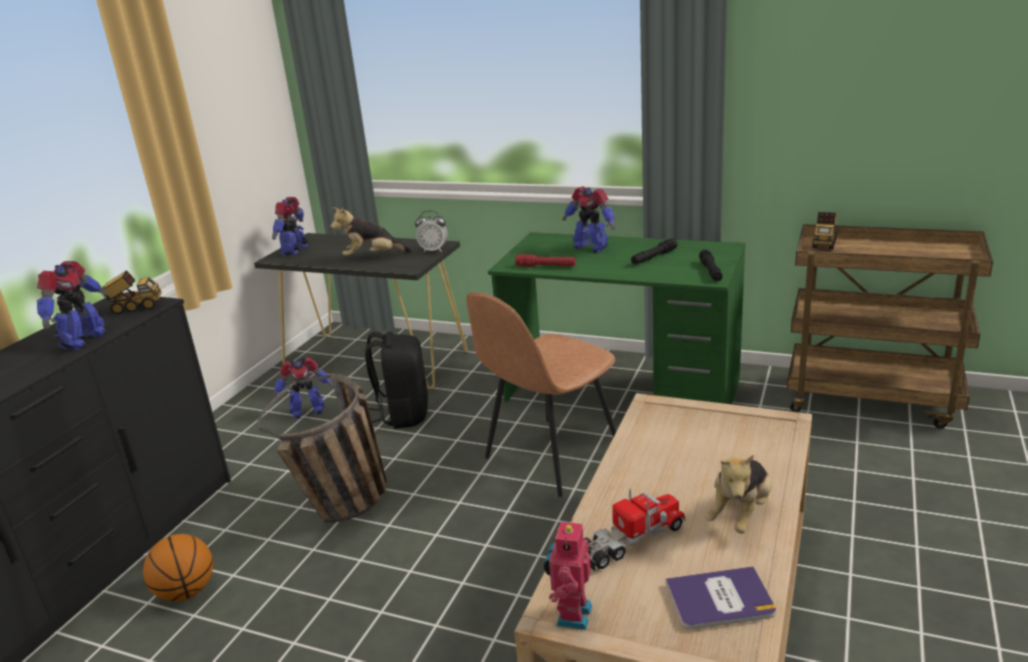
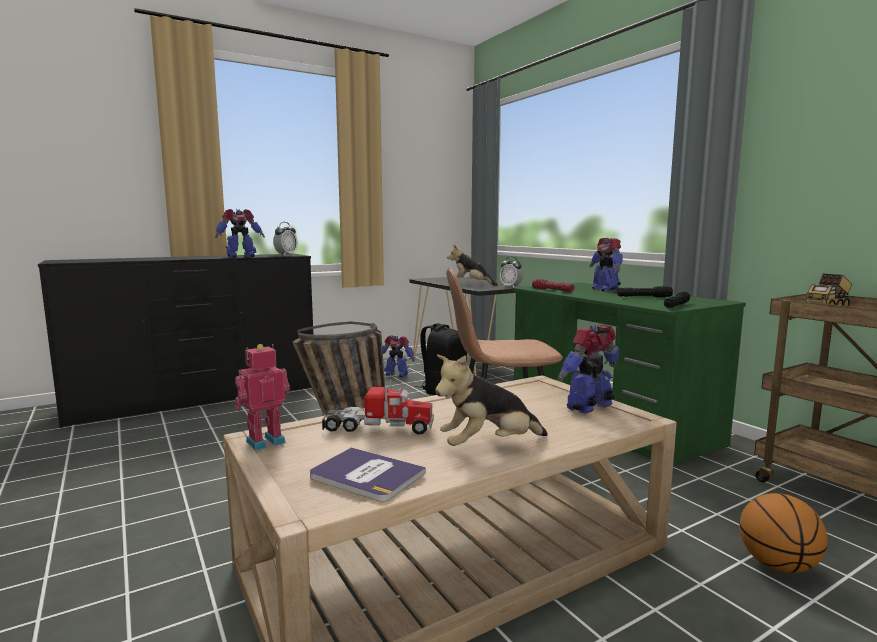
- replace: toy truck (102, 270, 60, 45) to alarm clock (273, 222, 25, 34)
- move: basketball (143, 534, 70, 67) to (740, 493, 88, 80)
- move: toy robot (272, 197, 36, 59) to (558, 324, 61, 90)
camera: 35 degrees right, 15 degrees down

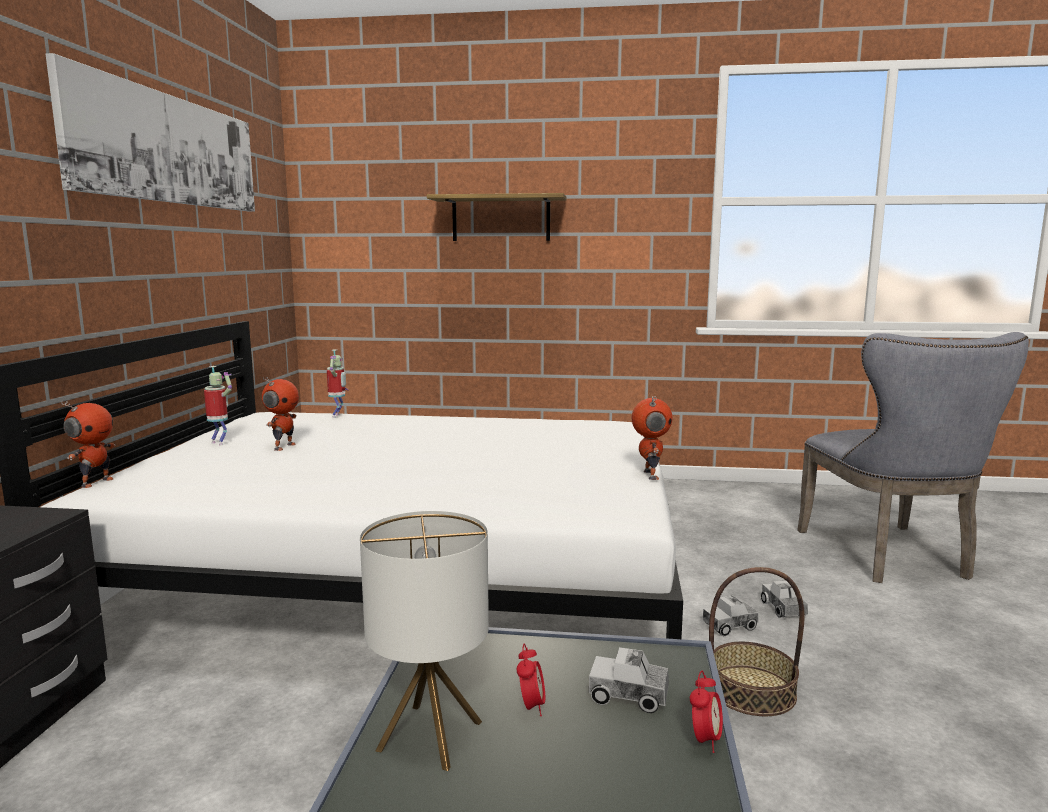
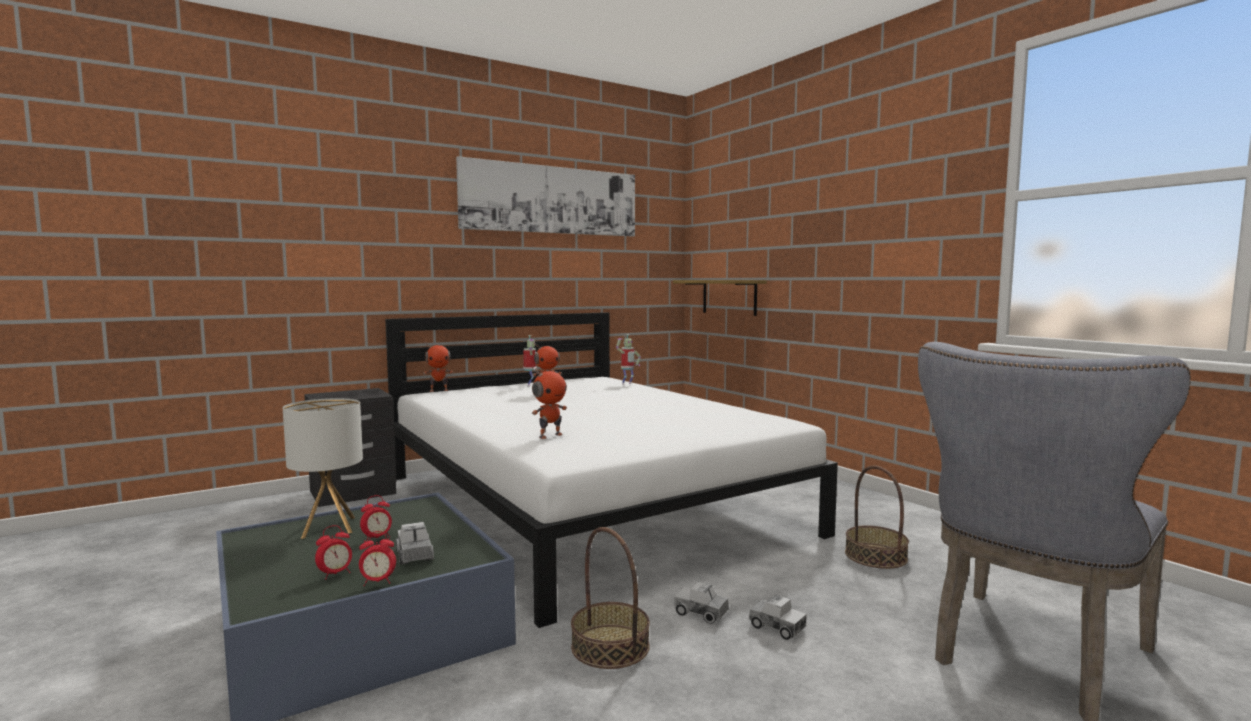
- move: shelf (427, 193, 139, 48) to (673, 280, 94, 36)
- move: toy robot (631, 396, 42, 84) to (532, 368, 35, 71)
- rotate: toy truck (761, 580, 47, 38) = (749, 595, 58, 45) 90 degrees clockwise
- insert: alarm clock (315, 525, 37, 54)
- insert: basket (845, 466, 64, 103)
camera: 50 degrees right, 5 degrees down

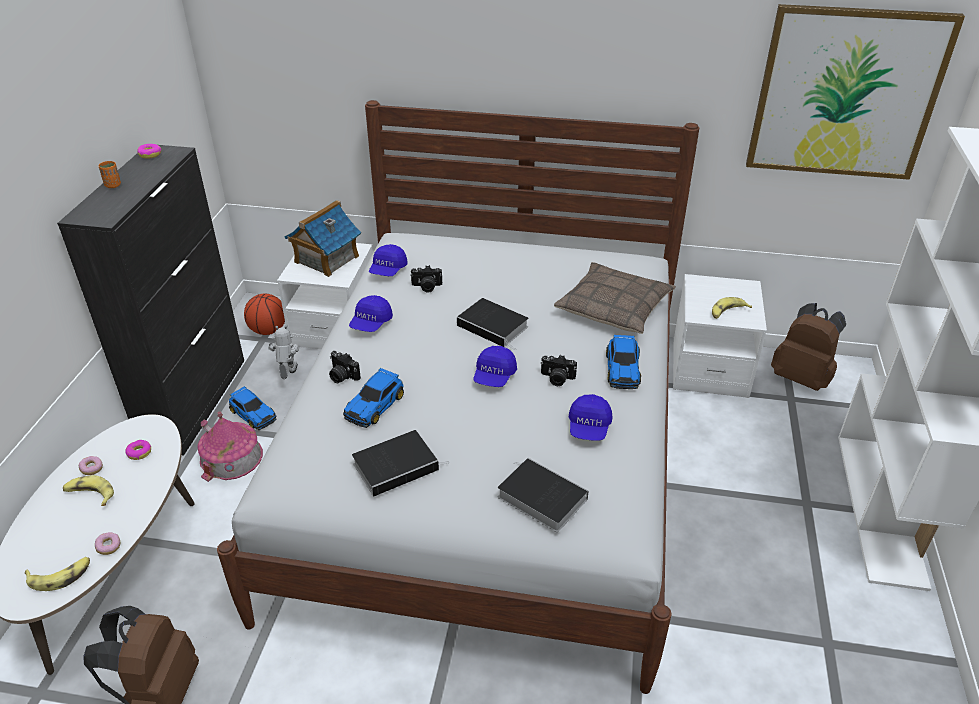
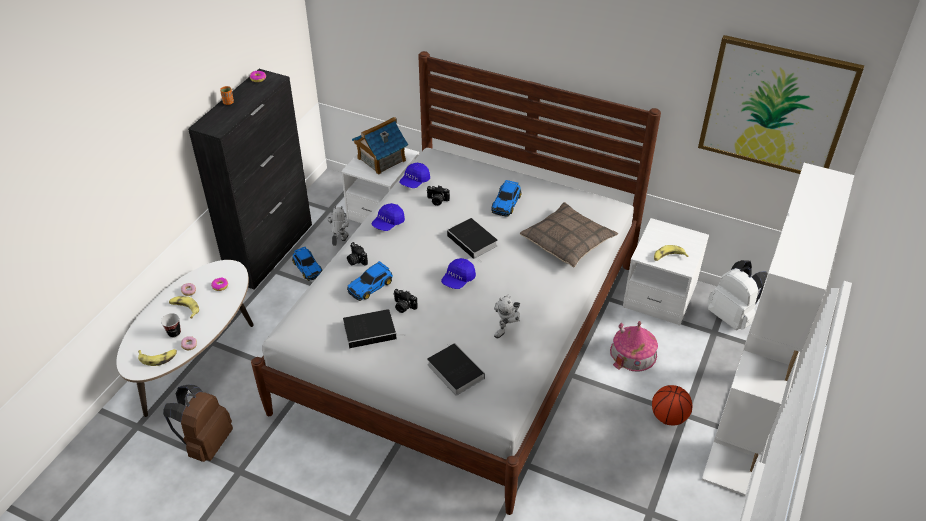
- move: toy house (197, 411, 66, 71) to (610, 321, 48, 51)
- move: basketball (244, 294, 41, 41) to (652, 385, 40, 40)
- move: photo camera (540, 355, 37, 31) to (393, 289, 25, 24)
- replace: cap/blue (569, 394, 44, 47) to toy robot (494, 294, 26, 44)
- move: toy car (606, 335, 35, 54) to (491, 180, 31, 37)
- recolor: backpack/brown (771, 303, 75, 88) to backpack/white (707, 260, 61, 70)
- insert: cup (161, 313, 20, 25)
camera: 15 degrees right, 5 degrees up

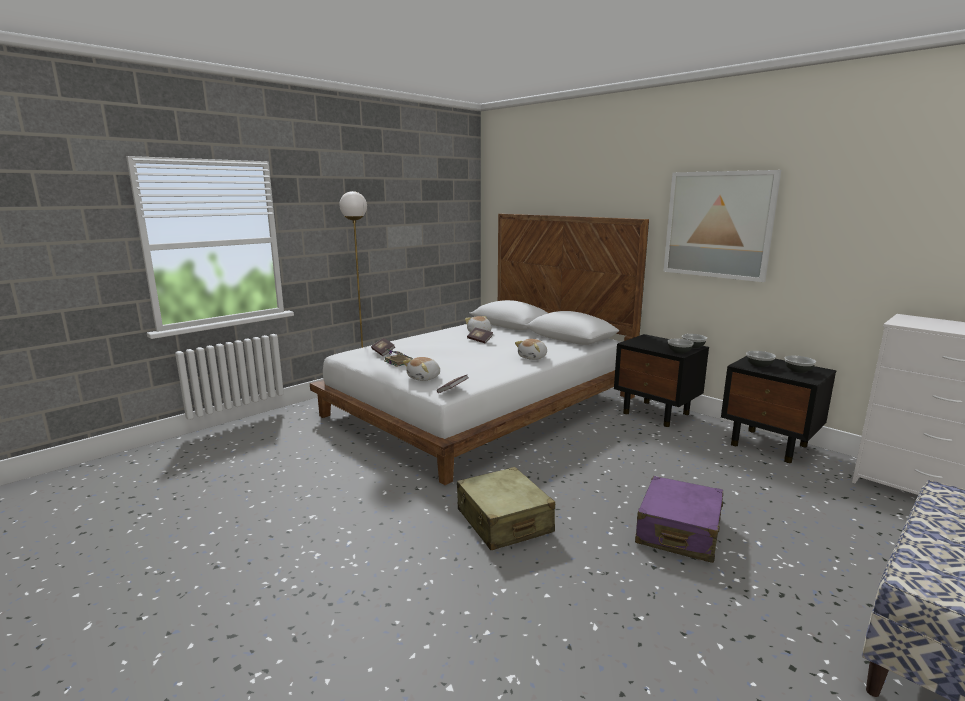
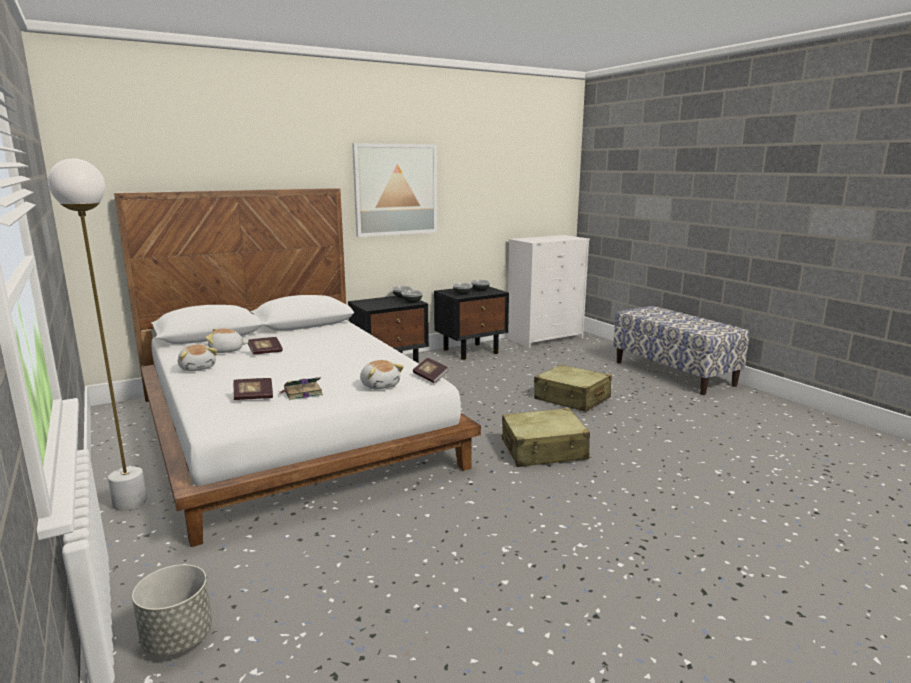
- move: plush toy (515, 339, 32, 21) to (178, 344, 39, 27)
- recolor: suitcase/purple (635, 476, 88, 87) to suitcase/beige (534, 364, 78, 48)
- insert: planter/grey (132, 564, 80, 92)
camera: 75 degrees left, 0 degrees up

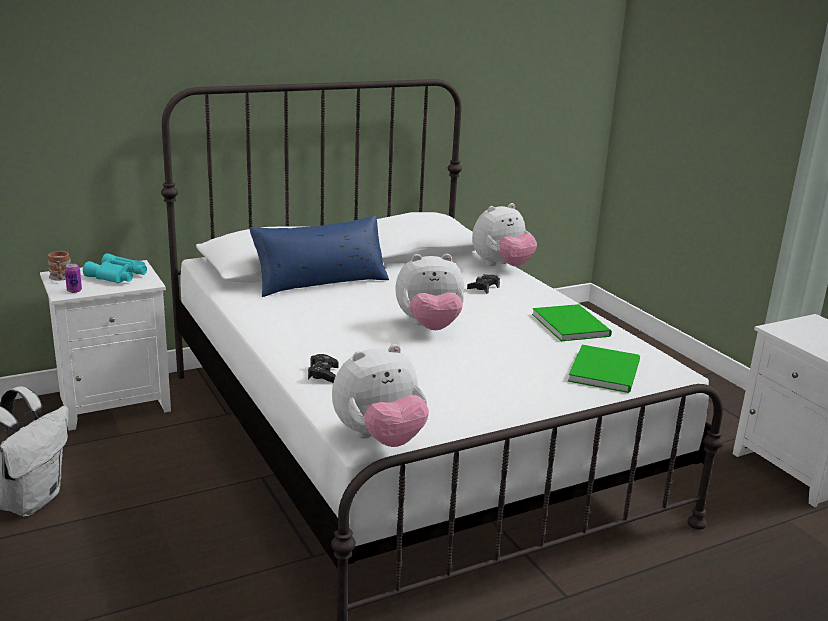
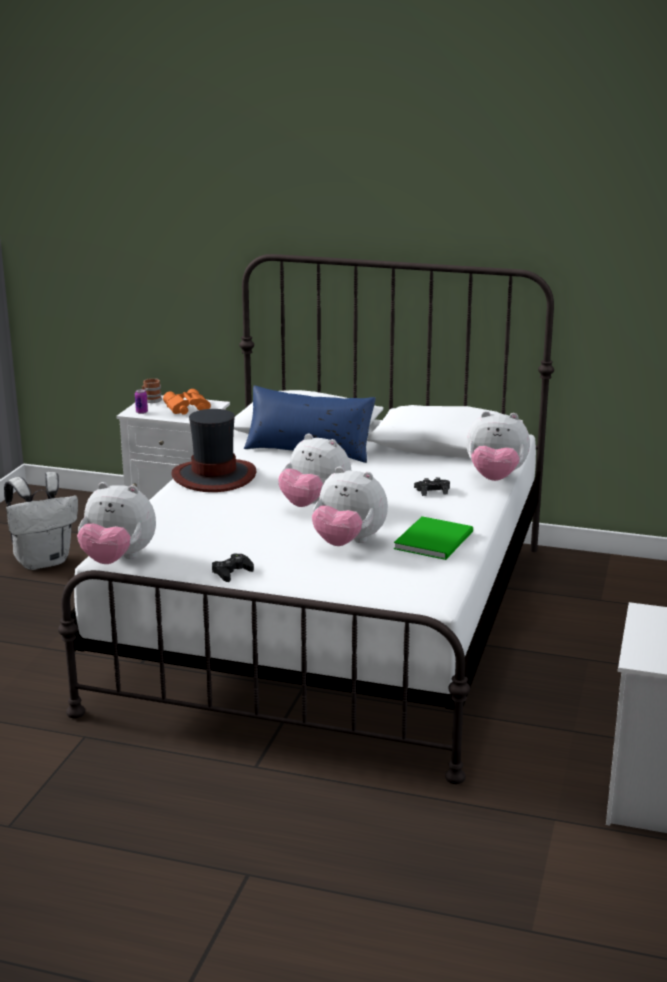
- recolor: binoculars/turquoise (83, 253, 64, 30) to binoculars/orange (163, 389, 48, 26)
- move: game controller/black (308, 354, 30, 29) to (212, 553, 42, 29)
- delete: book/green (568, 345, 72, 48)
- insert: hat (172, 409, 85, 83)
- insert: plush toy (312, 467, 76, 79)
camera: 45 degrees right, 0 degrees up

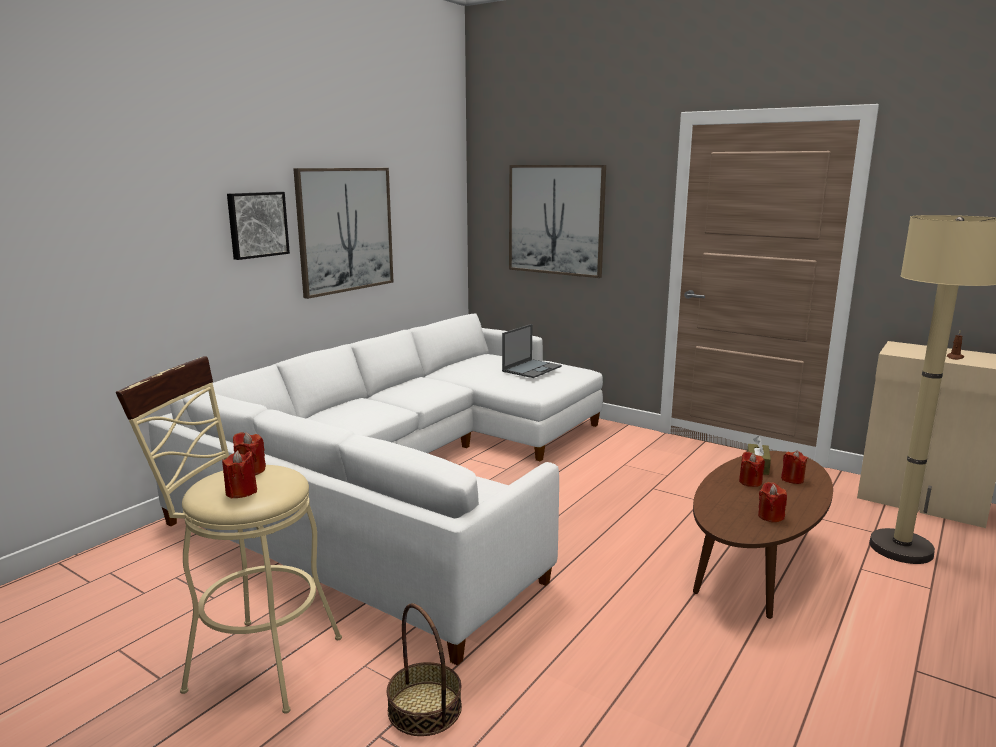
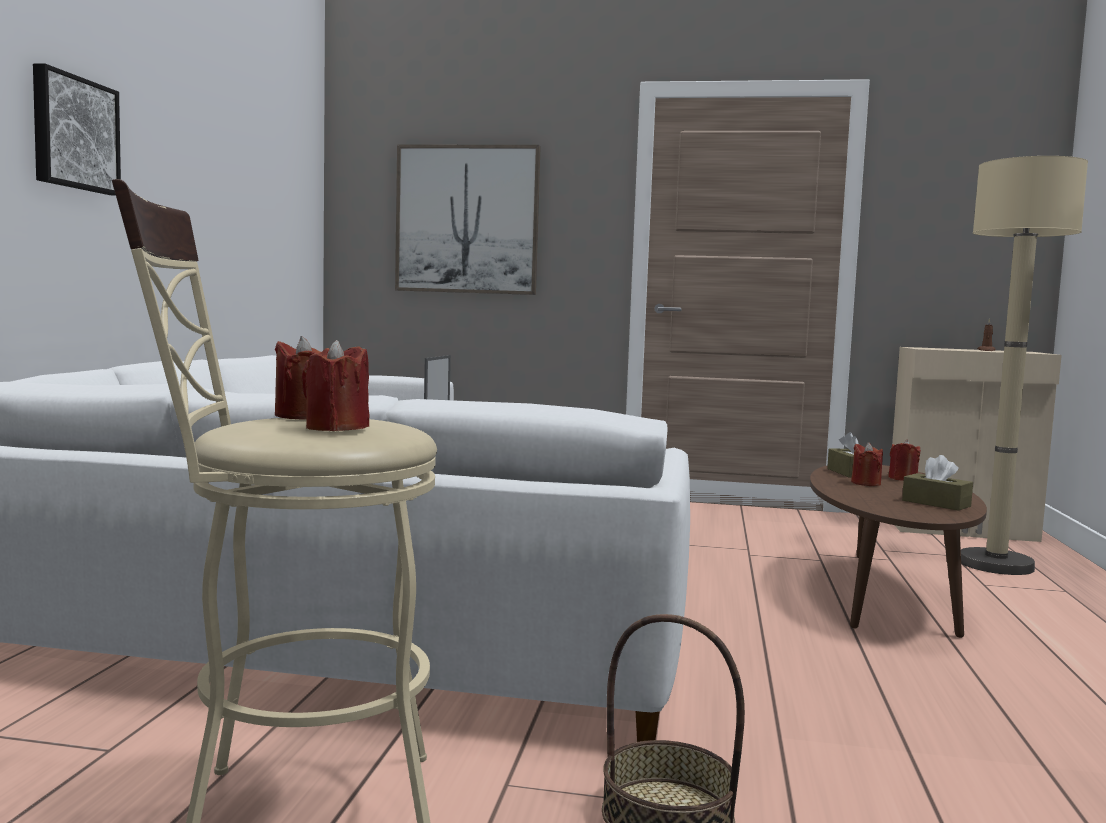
- delete: picture (293, 168, 100, 131)
- replace: candle/red (758, 482, 29, 40) to tissue box/brown (902, 455, 71, 56)
camera: 25 degrees left, 10 degrees down

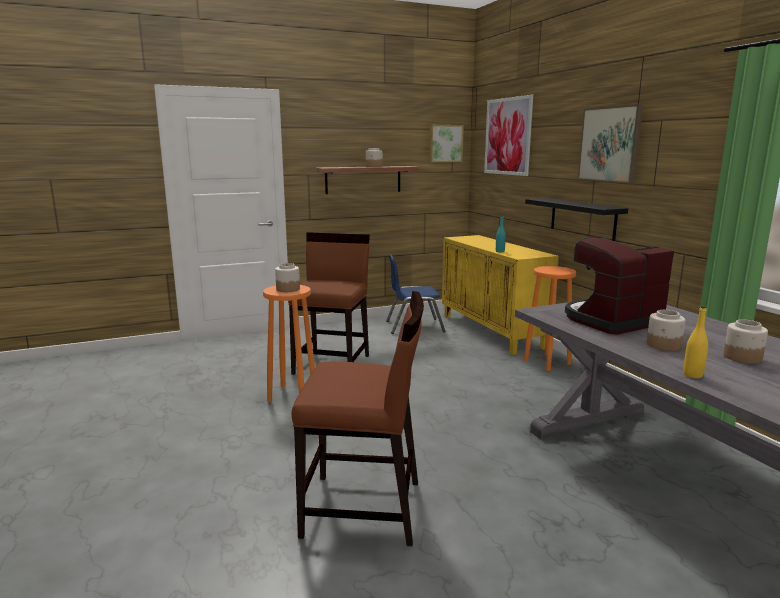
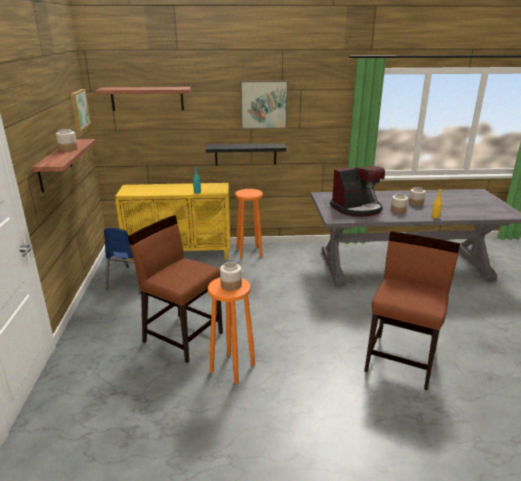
- replace: picture (484, 95, 49, 81) to shelf (96, 87, 95, 24)
- rotate: coffee machine (565, 237, 109, 98) = (330, 166, 55, 51) 105 degrees counterclockwise
camera: 70 degrees left, 10 degrees up

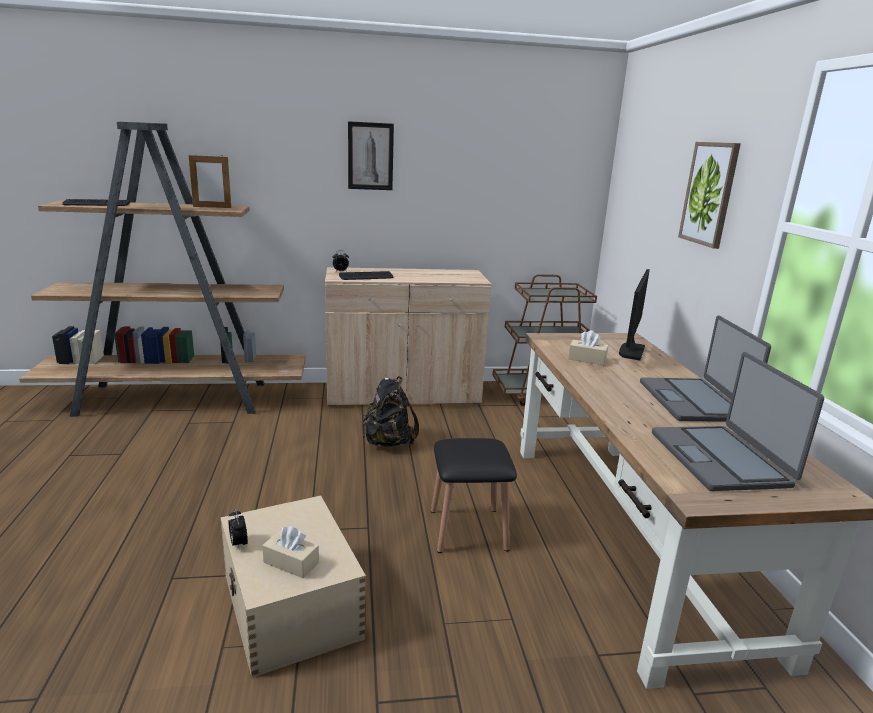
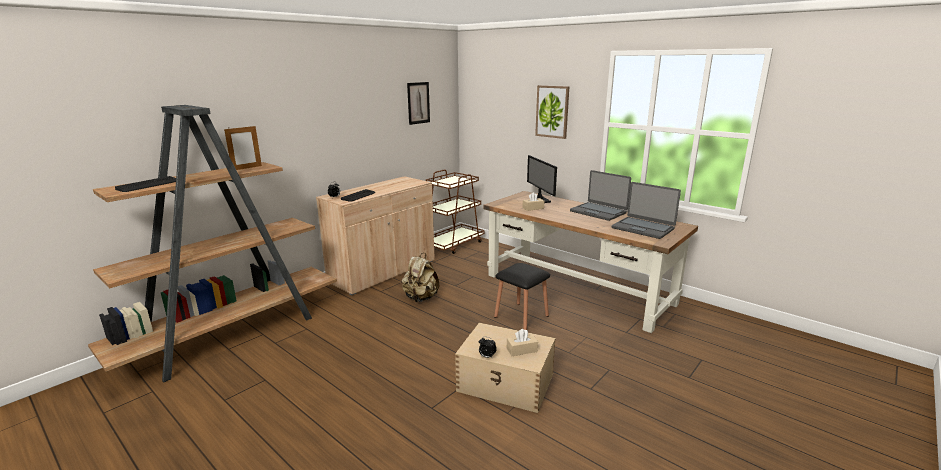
- move: picture (348, 121, 46, 69) to (407, 82, 23, 43)
- recolor: backpack/black (363, 376, 56, 71) to backpack/beige (401, 253, 38, 49)
camera: 40 degrees left, 0 degrees up

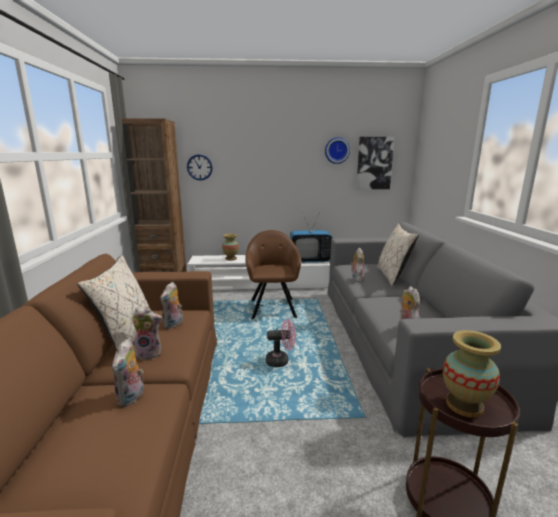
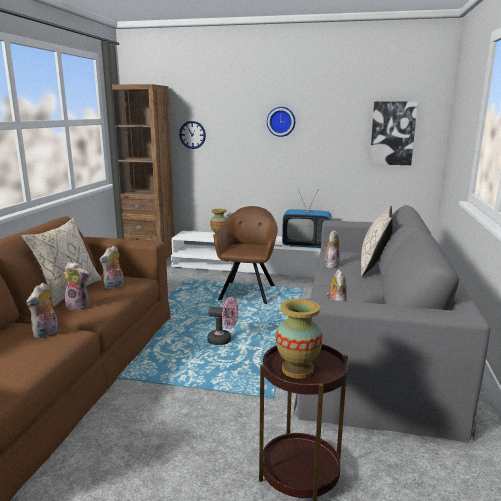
- move: wall clock (325, 137, 25, 27) to (267, 107, 28, 30)
camera: 15 degrees right, 0 degrees up

